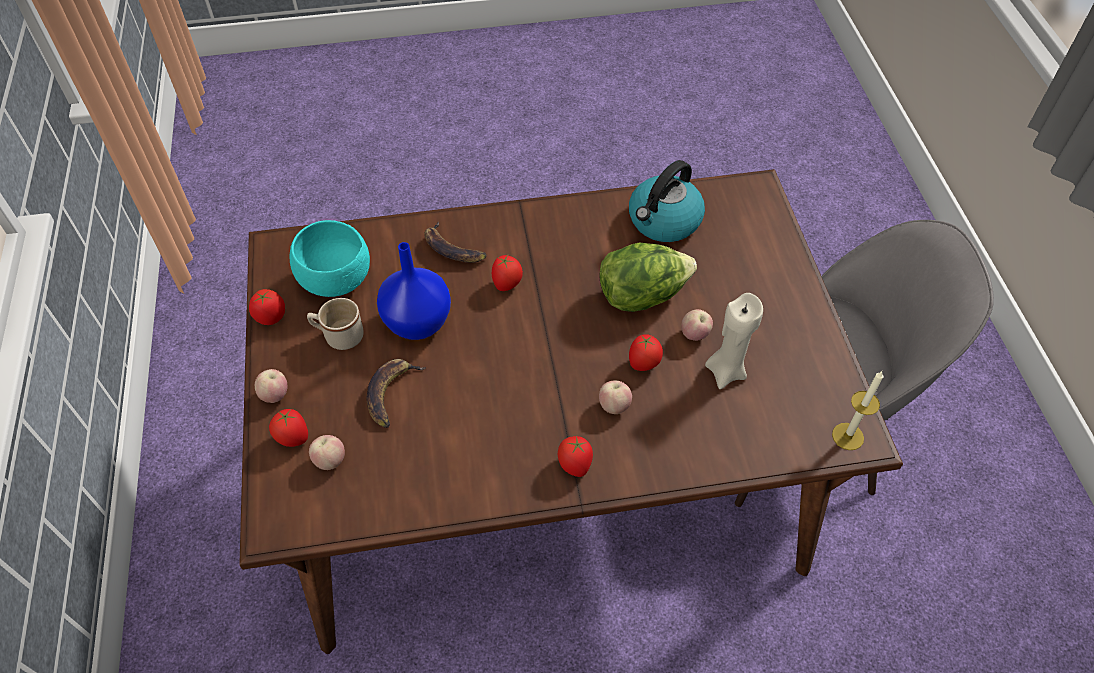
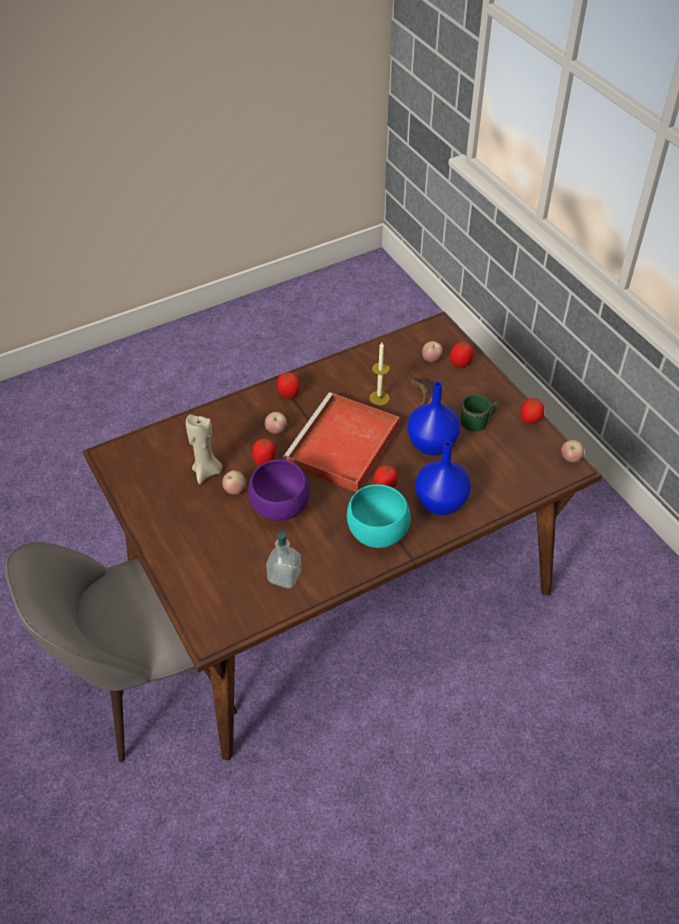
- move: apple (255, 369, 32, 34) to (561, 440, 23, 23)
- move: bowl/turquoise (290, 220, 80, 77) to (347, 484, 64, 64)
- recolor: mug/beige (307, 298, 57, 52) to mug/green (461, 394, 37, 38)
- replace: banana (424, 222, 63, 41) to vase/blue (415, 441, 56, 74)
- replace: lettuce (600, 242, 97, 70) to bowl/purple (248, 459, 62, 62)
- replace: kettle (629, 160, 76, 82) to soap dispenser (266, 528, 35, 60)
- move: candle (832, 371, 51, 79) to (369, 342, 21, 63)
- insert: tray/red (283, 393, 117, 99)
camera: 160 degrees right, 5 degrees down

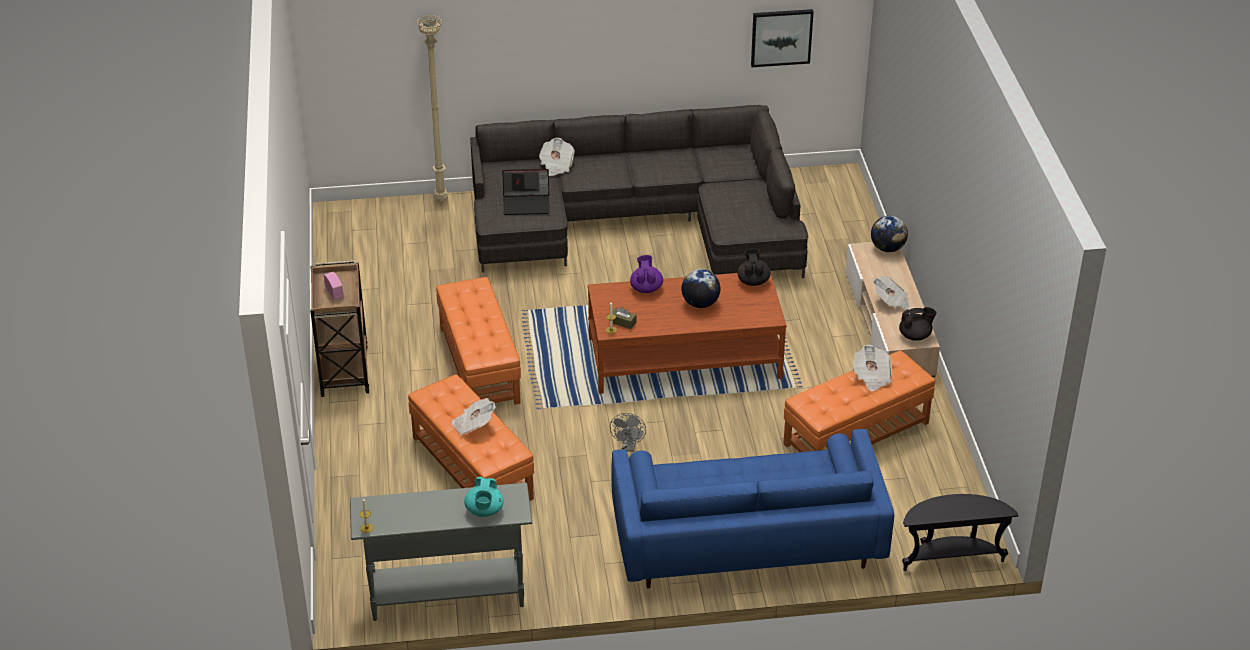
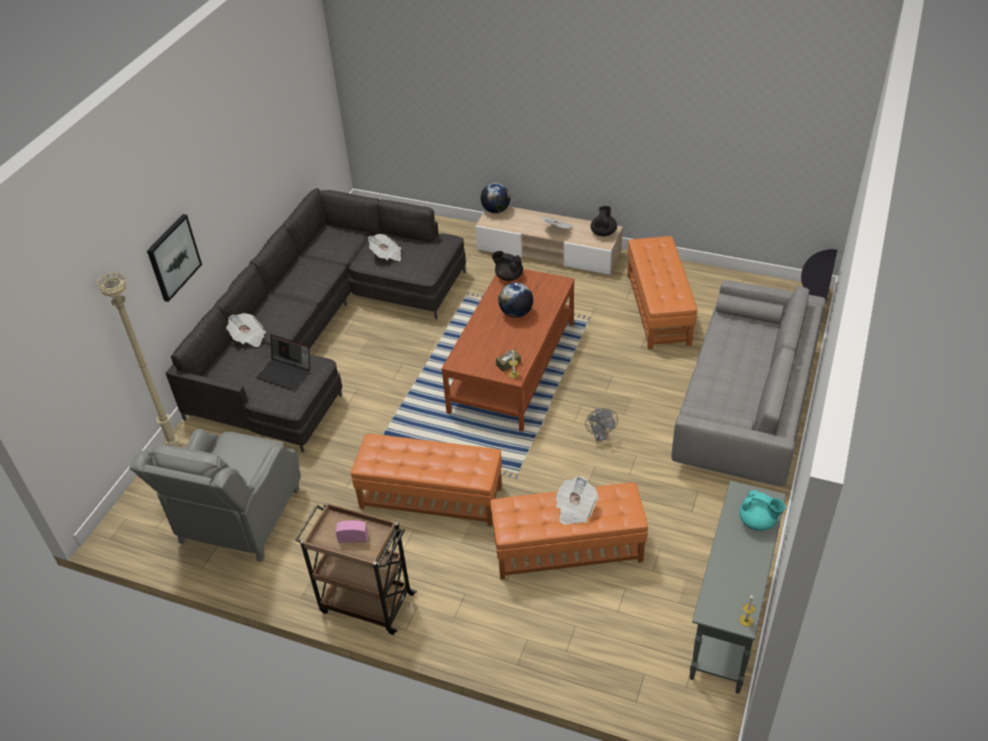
- rotate: laptop (502, 169, 47, 46) = (256, 334, 54, 56) 90 degrees clockwise
- rotate: fan/grey (610, 413, 36, 39) = (585, 408, 33, 33) 45 degrees clockwise
- recolor: sofa/blue (611, 429, 283, 160) to sofa/grey (671, 280, 155, 207)
- delete: teapot/purple (630, 255, 33, 38)
- move: picture (751, 9, 63, 58) to (147, 214, 55, 88)
- move: newspaper (853, 345, 39, 46) to (368, 234, 33, 27)
- insert: armchair/grey (129, 429, 172, 133)
camera: 60 degrees left, 5 degrees up

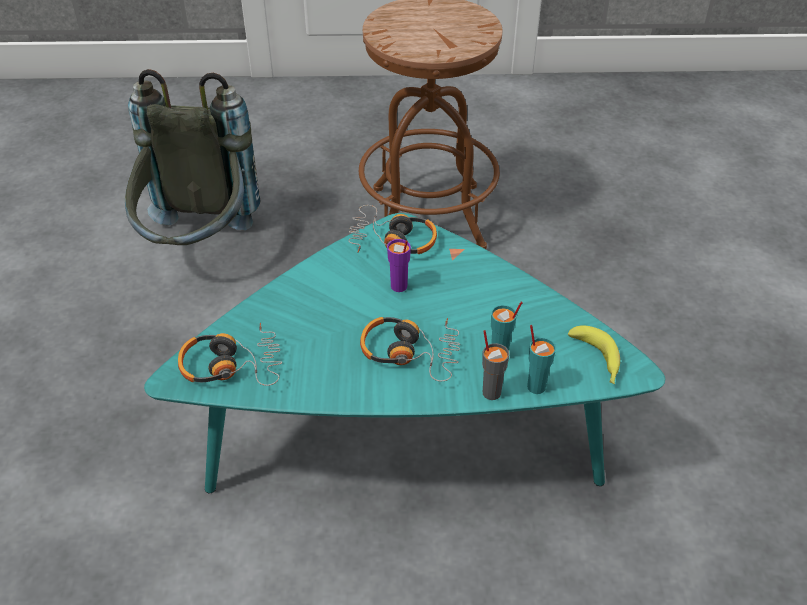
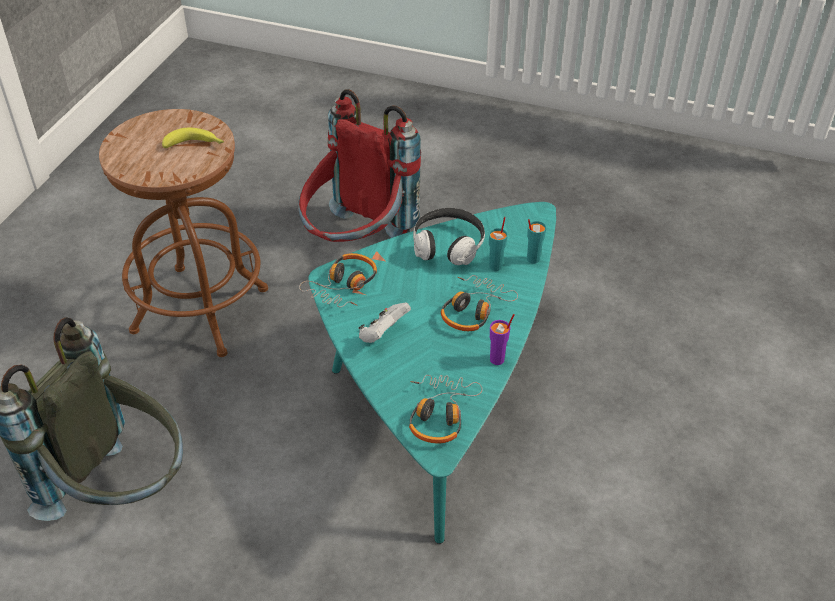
- move: cup/purple (387, 239, 24, 53) to (490, 314, 25, 51)
- delete: cup/grey (482, 330, 27, 70)
- move: banana (568, 326, 52, 58) to (162, 128, 62, 20)
- insert: backpack/red (298, 89, 123, 153)
- insert: game controller/white (358, 302, 53, 41)
- insert: headphones (413, 208, 72, 57)
camera: 70 degrees left, 0 degrees up

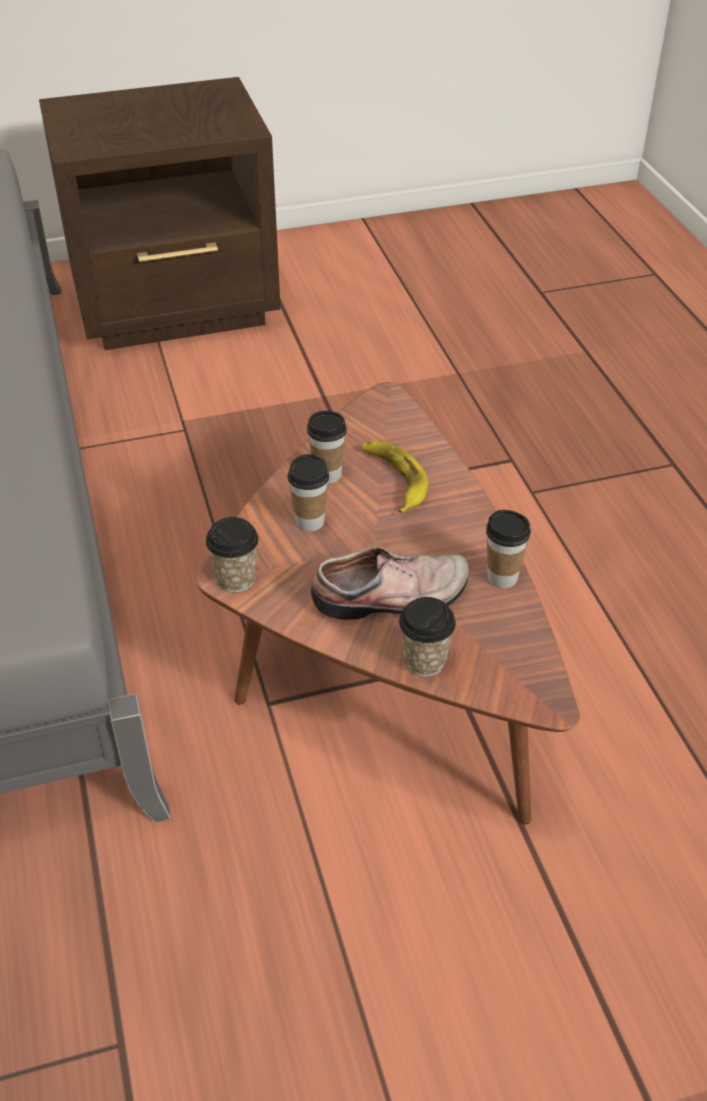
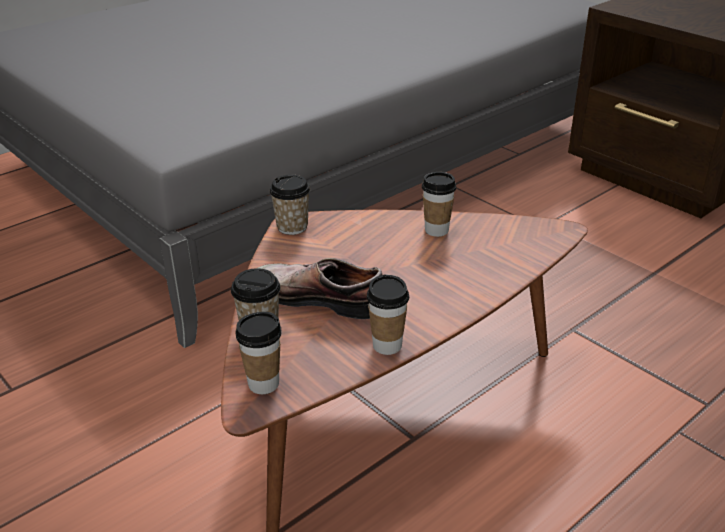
- move: cup (288, 454, 41, 78) to (235, 312, 47, 82)
- rotate: shoe (311, 546, 158, 74) = (258, 258, 125, 61) 150 degrees clockwise
- delete: banana (362, 441, 66, 72)
camera: 65 degrees right, 10 degrees down

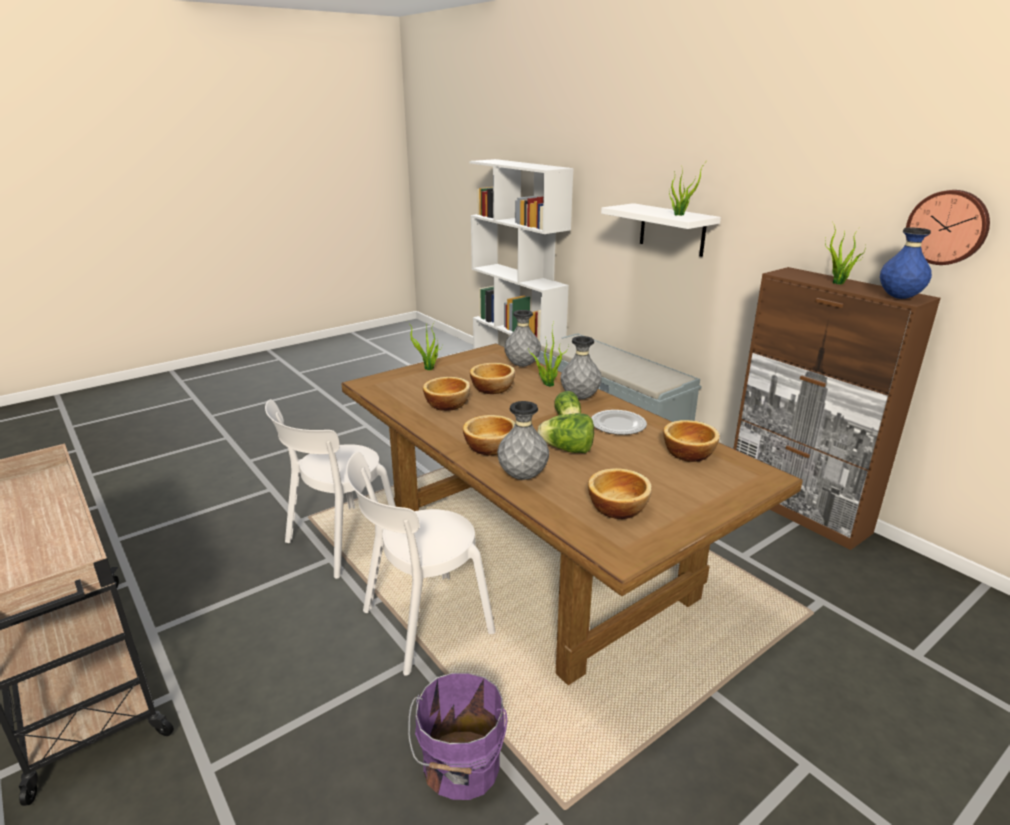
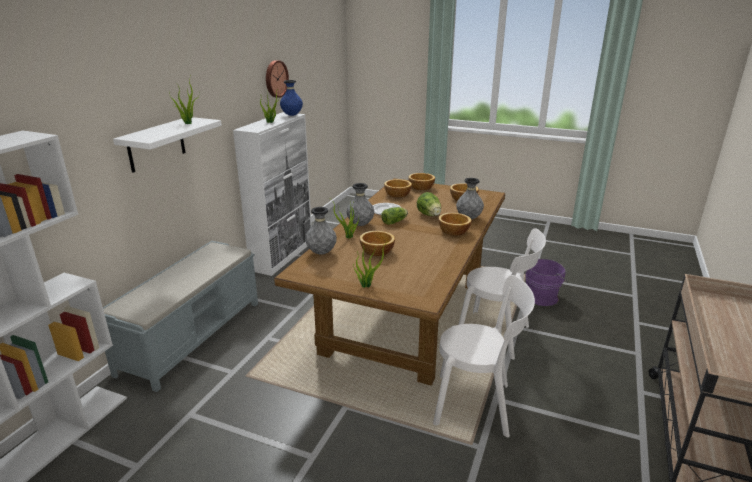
- move: bowl (423, 377, 47, 34) to (408, 173, 27, 17)
- recolor: cabinet/brown (733, 267, 208, 283) to cabinet/white (233, 112, 79, 164)
camera: 120 degrees left, 0 degrees up

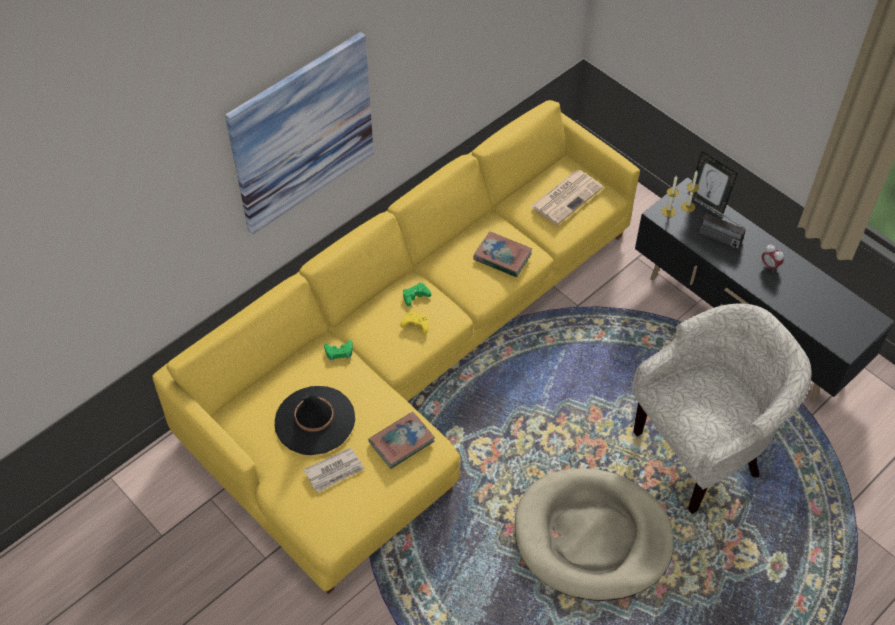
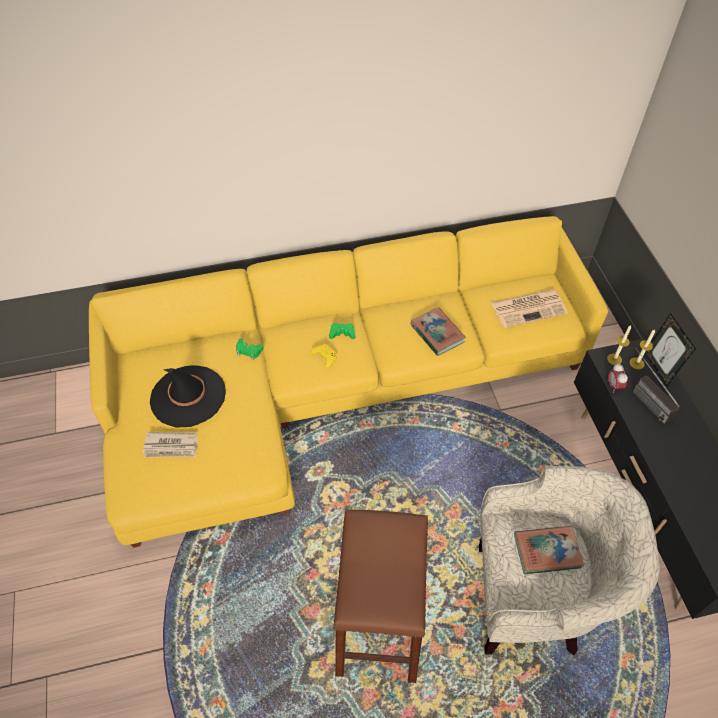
- delete: picture (225, 32, 149, 203)
- move: book (368, 412, 67, 57) to (514, 526, 70, 48)
- replace: dog bed/beige (515, 468, 159, 133) to stool/brown (333, 509, 95, 174)
- move: alarm clock (762, 244, 22, 25) to (608, 364, 20, 29)
camera: 30 degrees right, 0 degrees up

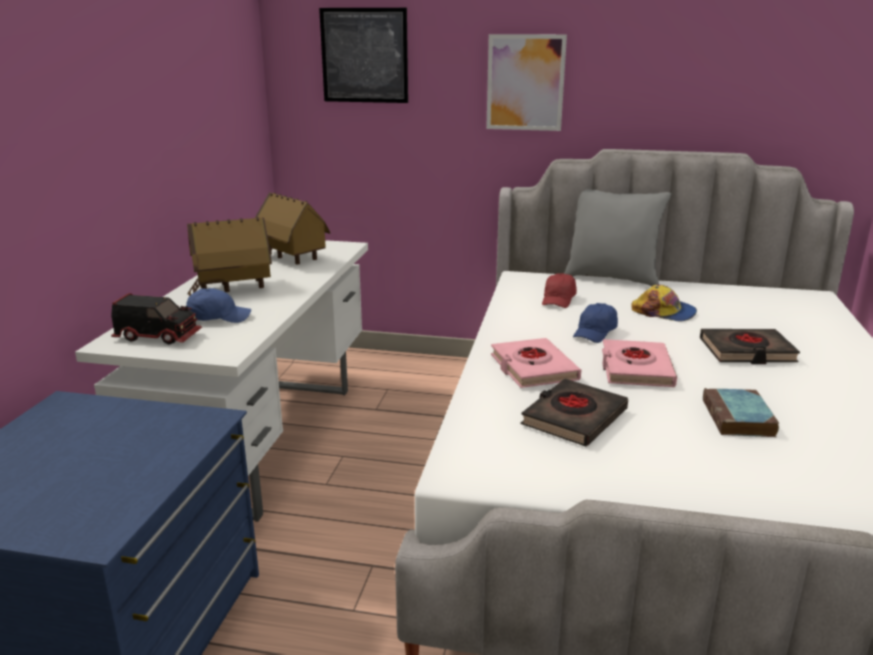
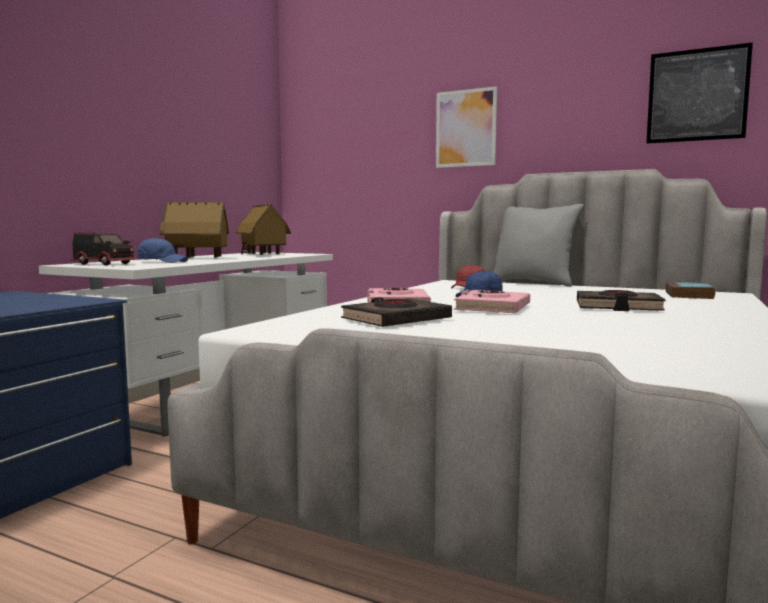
- move: picture (319, 8, 89, 95) to (646, 42, 107, 102)
- delete: cap (631, 285, 66, 36)
- move: book (703, 388, 76, 49) to (666, 282, 49, 17)
camera: 15 degrees right, 15 degrees down

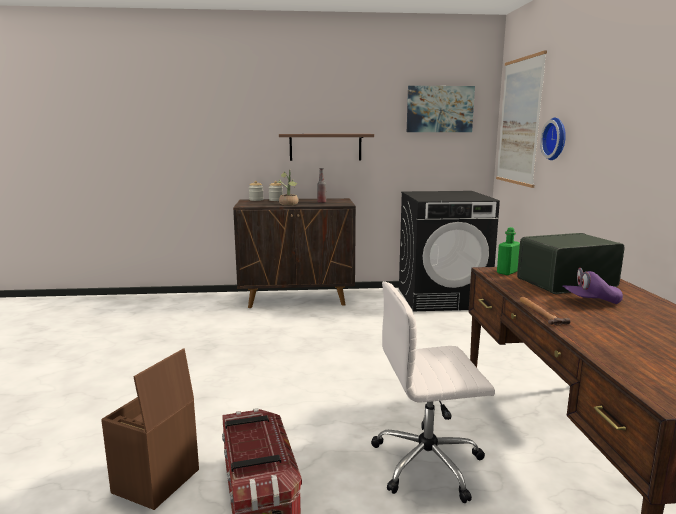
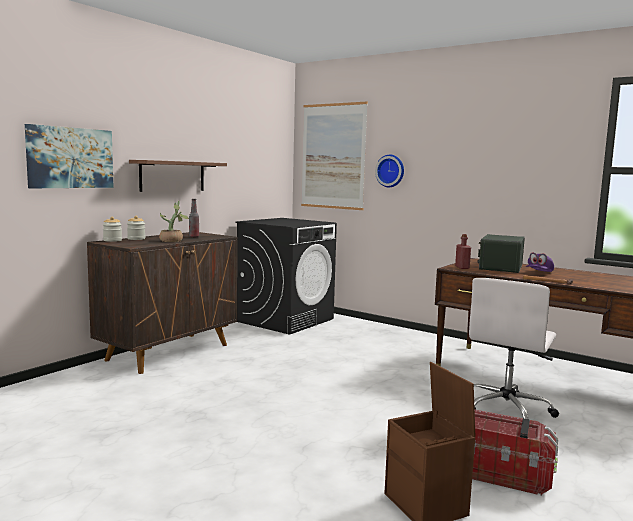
- move: picture (407, 86, 68, 46) to (25, 124, 89, 64)
- recolor: bottle/green (497, 227, 23, 48) to bottle/red (455, 234, 16, 35)
camera: 50 degrees left, 5 degrees down

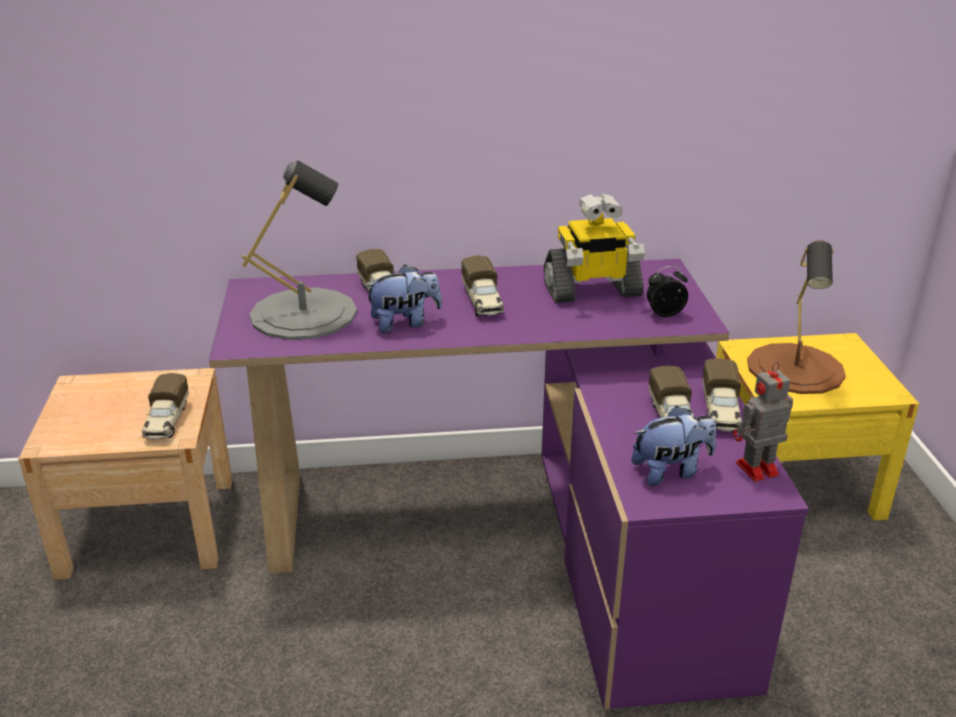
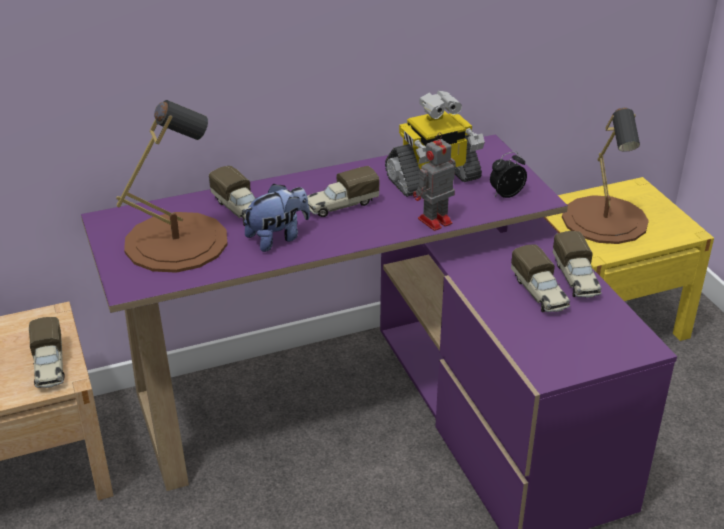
- recolor: table lamp/grey (242, 160, 115, 180) to table lamp/brown (116, 100, 112, 173)
- rotate: toy truck (461, 256, 44, 60) = (307, 166, 73, 51) 90 degrees clockwise
- delete: plush toy (631, 406, 85, 80)
- move: toy robot (733, 362, 60, 120) to (413, 132, 43, 99)
camera: 15 degrees left, 5 degrees up

